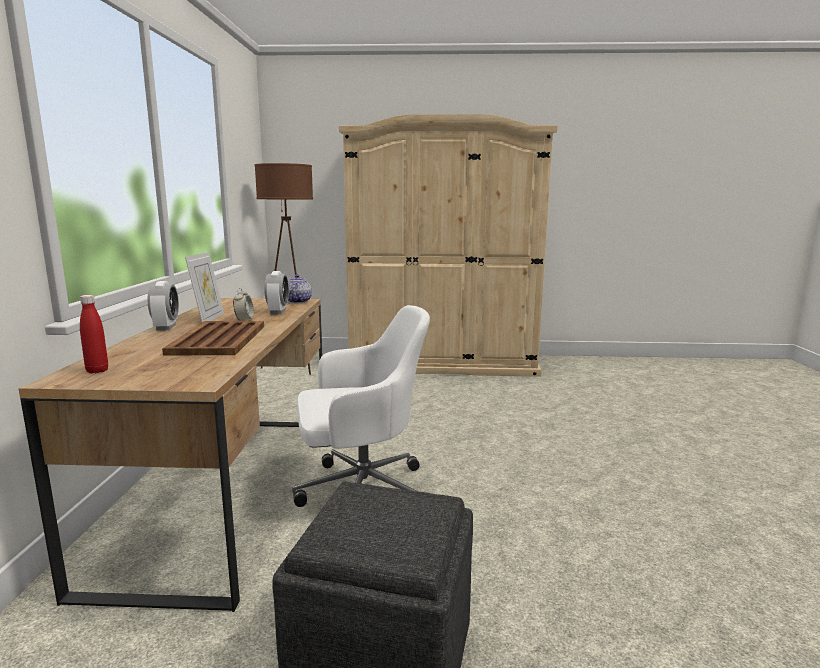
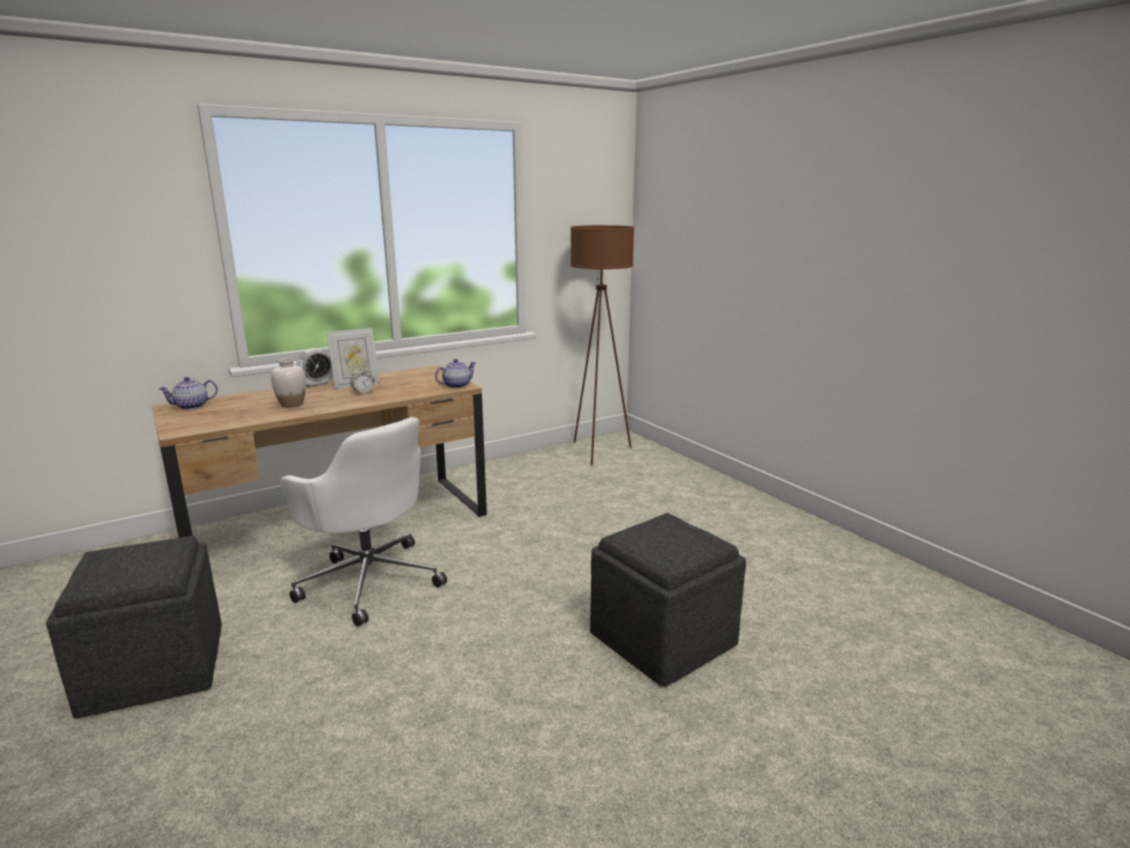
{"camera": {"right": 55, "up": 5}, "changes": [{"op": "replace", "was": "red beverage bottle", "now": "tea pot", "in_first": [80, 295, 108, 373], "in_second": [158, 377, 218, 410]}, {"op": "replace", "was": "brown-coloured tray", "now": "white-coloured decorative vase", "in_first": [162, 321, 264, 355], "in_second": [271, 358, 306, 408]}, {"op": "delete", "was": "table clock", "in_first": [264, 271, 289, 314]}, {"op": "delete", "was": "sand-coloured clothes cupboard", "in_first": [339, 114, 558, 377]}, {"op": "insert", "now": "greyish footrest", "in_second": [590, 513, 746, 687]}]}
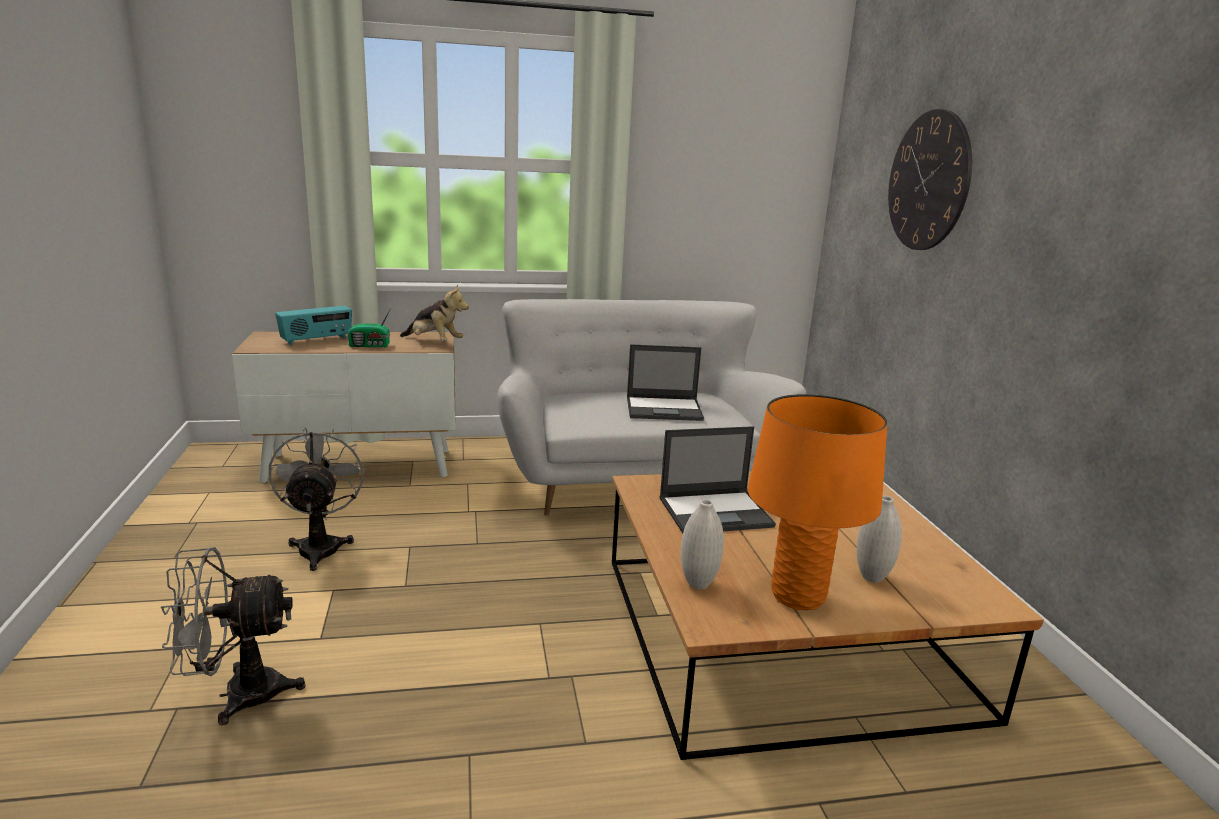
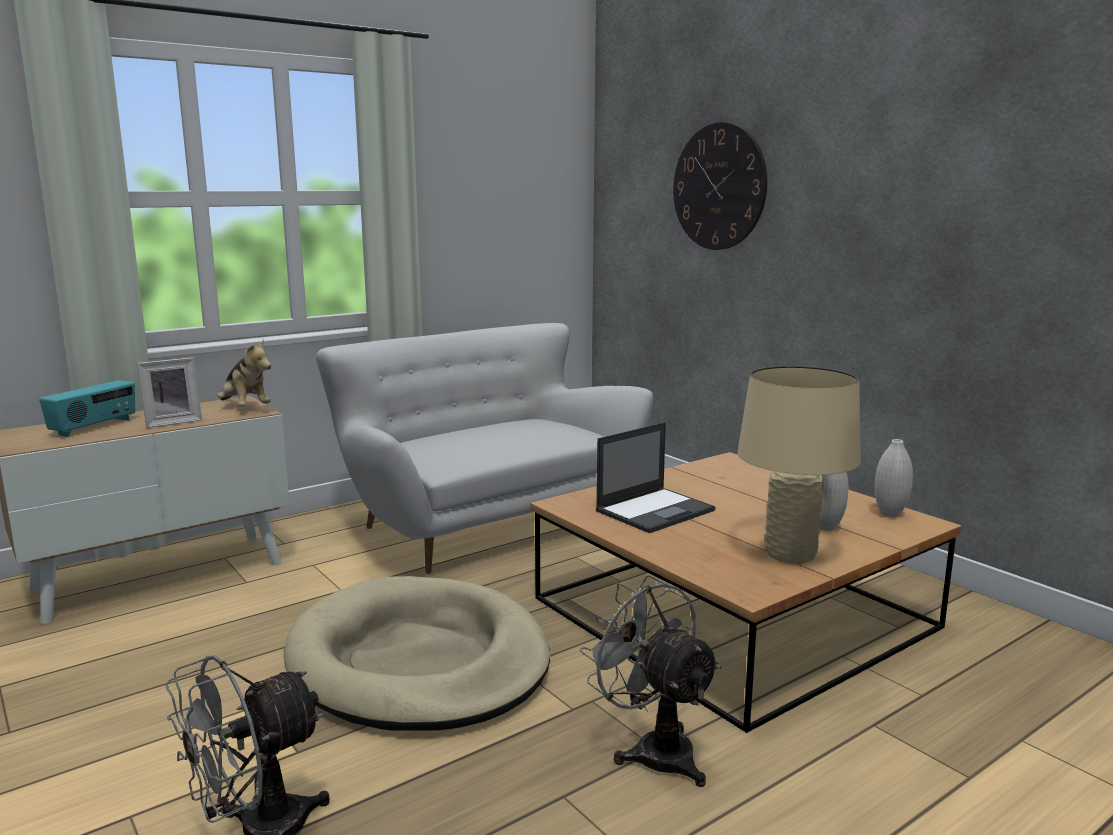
{"camera": {"right": -25, "up": -5}, "changes": [{"op": "move", "was": "greyish electric fan", "in_first": [269, 428, 365, 571], "in_second": [580, 575, 721, 787]}, {"op": "replace", "was": "radio receiver", "now": "picture frame", "in_first": [348, 308, 391, 347], "in_second": [137, 357, 202, 428]}, {"op": "rotate", "was": "plush toy", "in_first": [400, 284, 469, 341], "in_second": [217, 340, 271, 406], "clockwise": 45}, {"op": "delete", "was": "portable computer", "in_first": [627, 344, 704, 421]}, {"op": "move", "was": "white-coloured decorative vase", "in_first": [681, 499, 724, 589], "in_second": [875, 439, 913, 517]}, {"op": "recolor", "was": "orangey lamp for a table", "now": "sand-coloured lamp for a table", "in_first": [748, 394, 887, 610], "in_second": [737, 366, 861, 564]}, {"op": "insert", "now": "sand-coloured dog cushion", "in_second": [284, 576, 550, 731]}]}
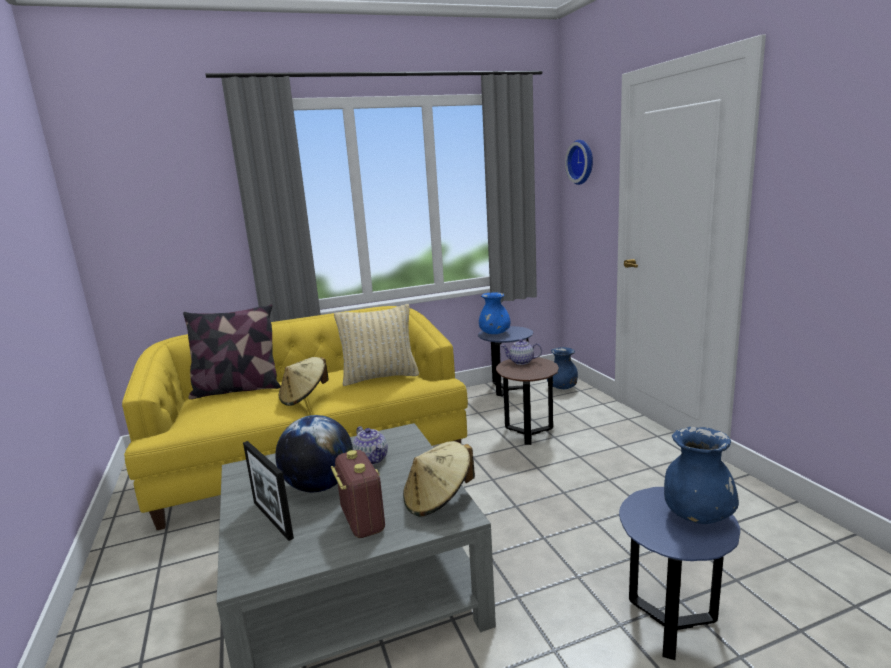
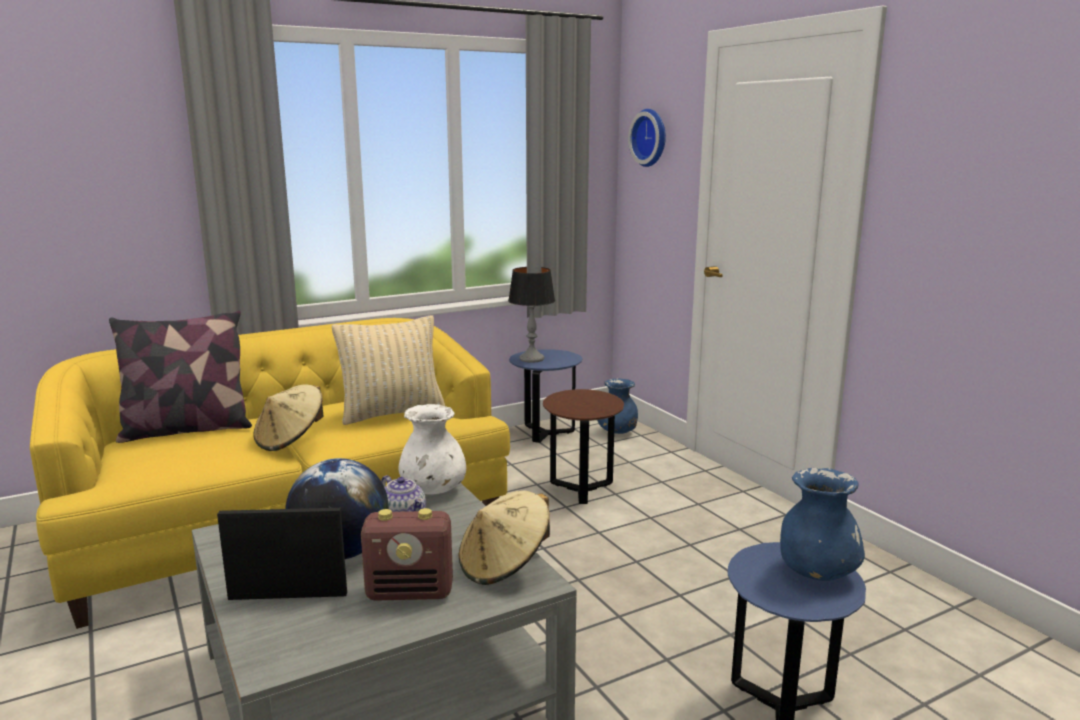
{"camera": {"right": -10, "up": 0}, "changes": [{"op": "rotate", "was": "picture frame", "in_first": [243, 441, 294, 541], "in_second": [217, 508, 347, 600], "clockwise": 135}, {"op": "rotate", "was": "radio receiver", "in_first": [331, 450, 385, 538], "in_second": [361, 508, 453, 601], "clockwise": 120}, {"op": "replace", "was": "bluish decorative vase", "now": "lamp for a table", "in_first": [479, 292, 510, 334], "in_second": [508, 267, 555, 363]}, {"op": "delete", "was": "tea pot", "in_first": [501, 339, 542, 365]}, {"op": "insert", "now": "white-coloured decorative vase", "in_second": [398, 404, 466, 495]}]}
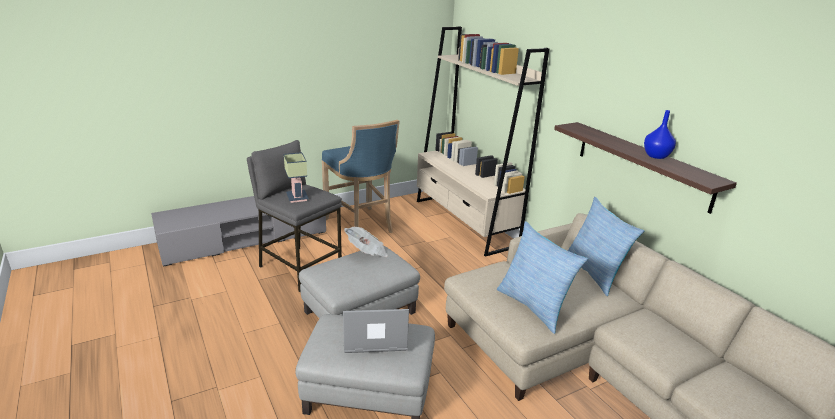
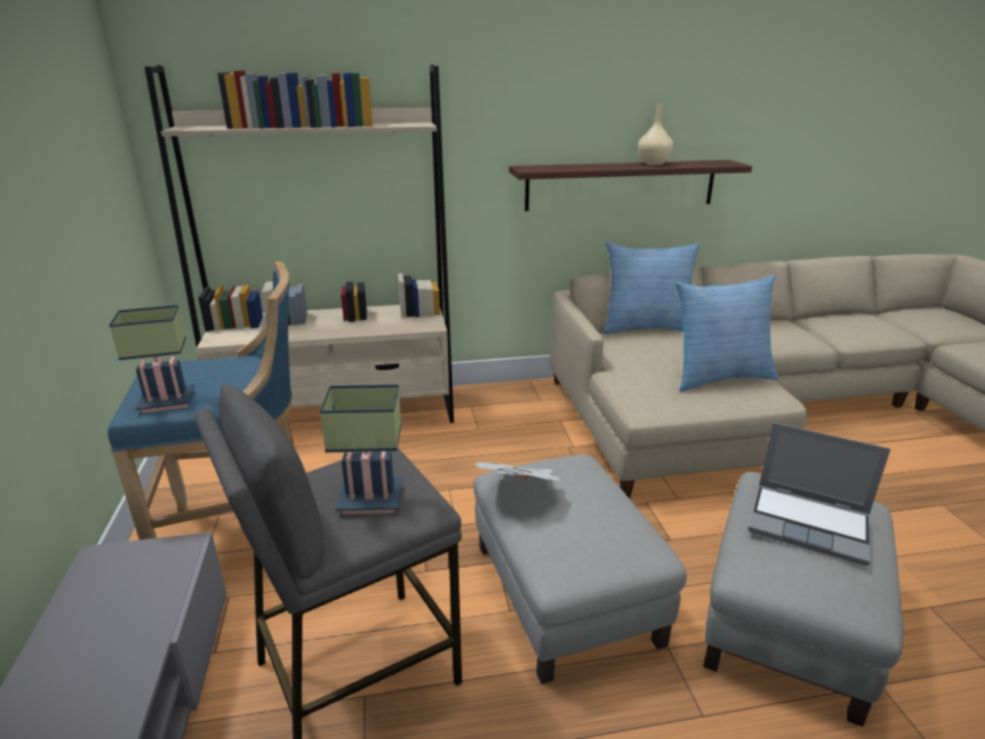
{"camera": {"right": -70, "up": 0}, "changes": [{"op": "rotate", "was": "portable computer", "in_first": [343, 309, 409, 353], "in_second": [748, 422, 891, 566], "clockwise": -75}, {"op": "recolor", "was": "bluish decorative vase", "now": "sand-coloured decorative vase", "in_first": [644, 110, 676, 159], "in_second": [638, 104, 673, 165]}, {"op": "insert", "now": "lamp for a table", "in_second": [109, 305, 194, 413]}]}
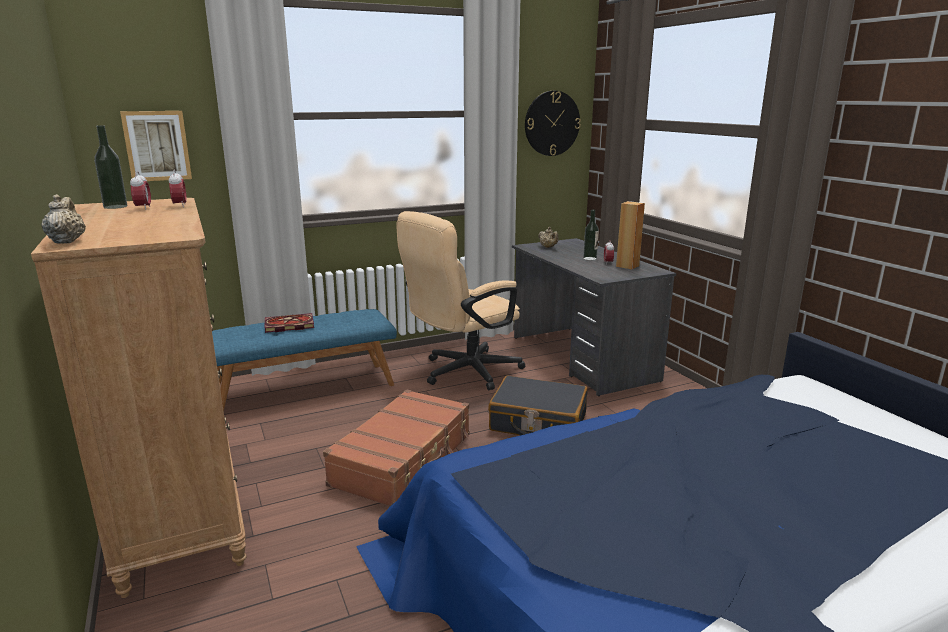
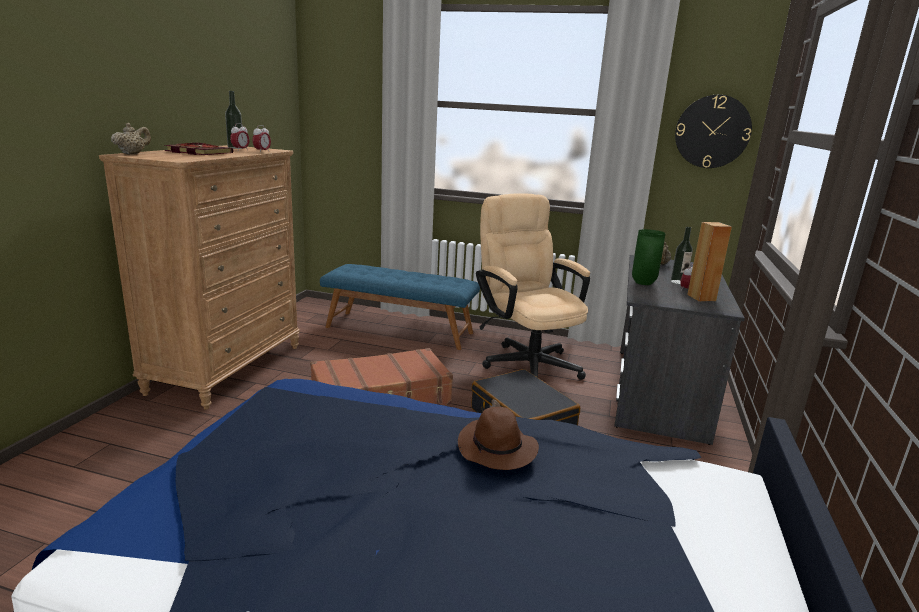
{"camera": {"right": 40, "up": 0}, "changes": [{"op": "delete", "was": "wall art", "in_first": [120, 111, 192, 181]}, {"op": "move", "was": "book", "in_first": [265, 313, 314, 333], "in_second": [165, 143, 233, 155]}, {"op": "rotate", "was": "sand-coloured office chair", "in_first": [396, 211, 525, 390], "in_second": [476, 193, 590, 380], "clockwise": 60}, {"op": "insert", "now": "brown-coloured wearable hat", "in_second": [458, 407, 539, 470]}, {"op": "insert", "now": "greenish decorative vase", "in_second": [632, 229, 666, 285]}]}
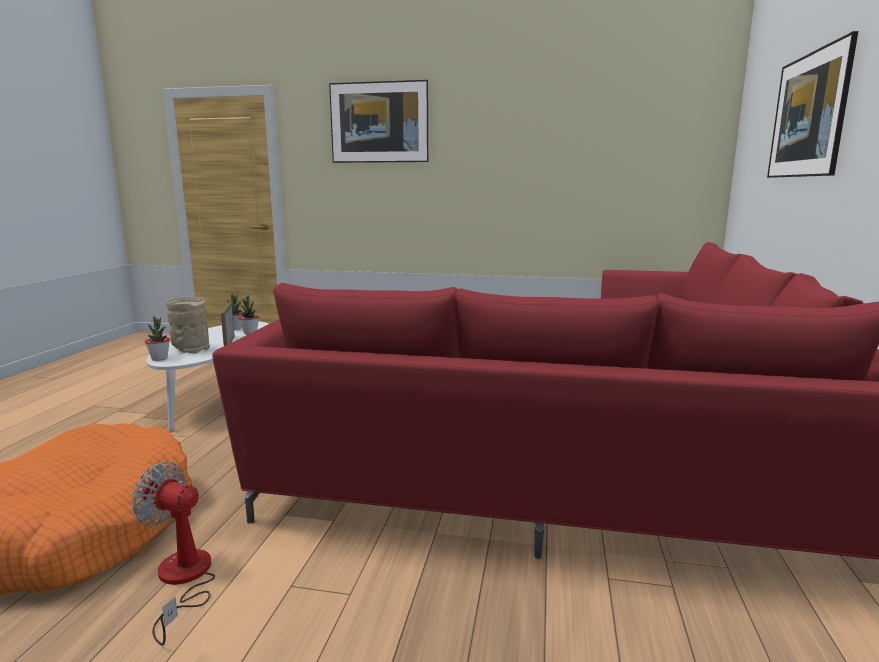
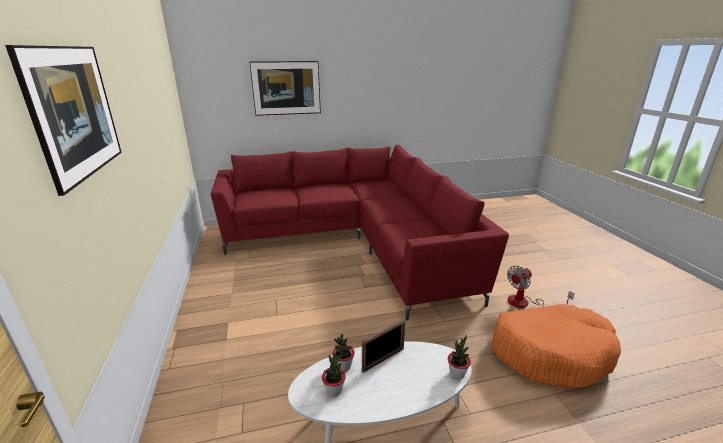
{"camera": {"right": -115, "up": 10}, "changes": [{"op": "rotate", "was": "electric fan", "in_first": [132, 462, 215, 646], "in_second": [507, 266, 574, 308], "clockwise": 60}, {"op": "delete", "was": "sand-coloured decorative vase", "in_first": [166, 297, 210, 354]}]}
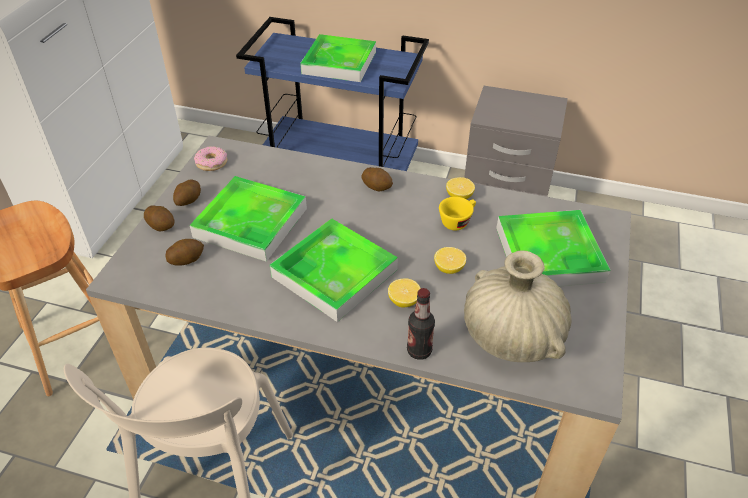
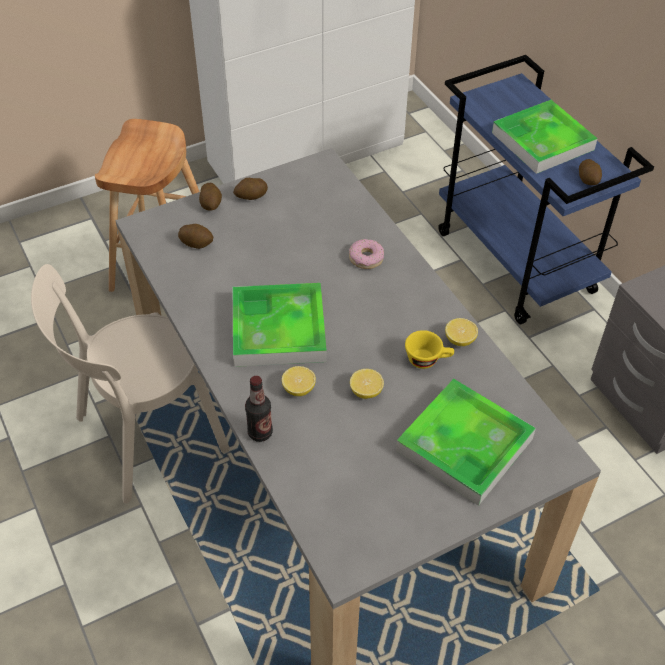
{"camera": {"right": 45, "up": 5}, "changes": [{"op": "delete", "was": "tray", "in_first": [190, 176, 307, 262]}, {"op": "move", "was": "ring doughnut", "in_first": [194, 146, 228, 171], "in_second": [349, 239, 384, 269]}, {"op": "move", "was": "spud", "in_first": [362, 167, 393, 191], "in_second": [579, 159, 602, 185]}, {"op": "delete", "was": "sand-coloured decorative vase", "in_first": [464, 250, 572, 362]}]}
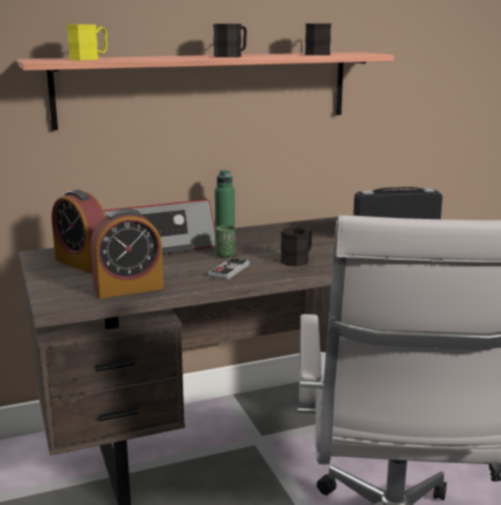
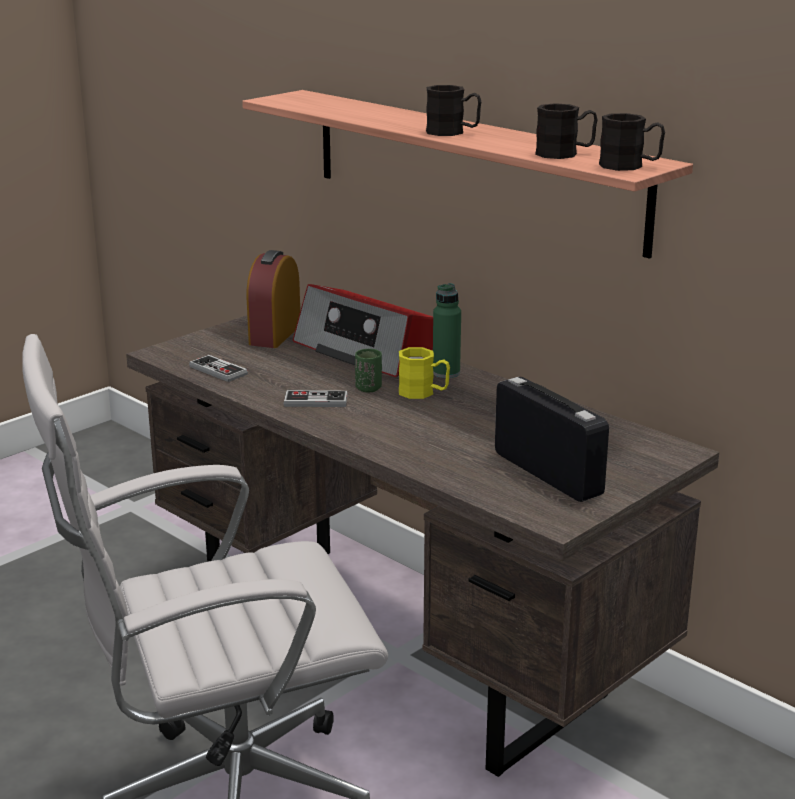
{"camera": {"right": 65, "up": 5}, "changes": [{"op": "move", "was": "yellow-coloured mug", "in_first": [66, 24, 107, 60], "in_second": [399, 347, 450, 399]}, {"op": "replace", "was": "table clock", "now": "game controller", "in_first": [90, 208, 164, 299], "in_second": [189, 355, 248, 382]}, {"op": "move", "was": "black-coloured mug", "in_first": [281, 227, 313, 266], "in_second": [599, 113, 665, 171]}]}
